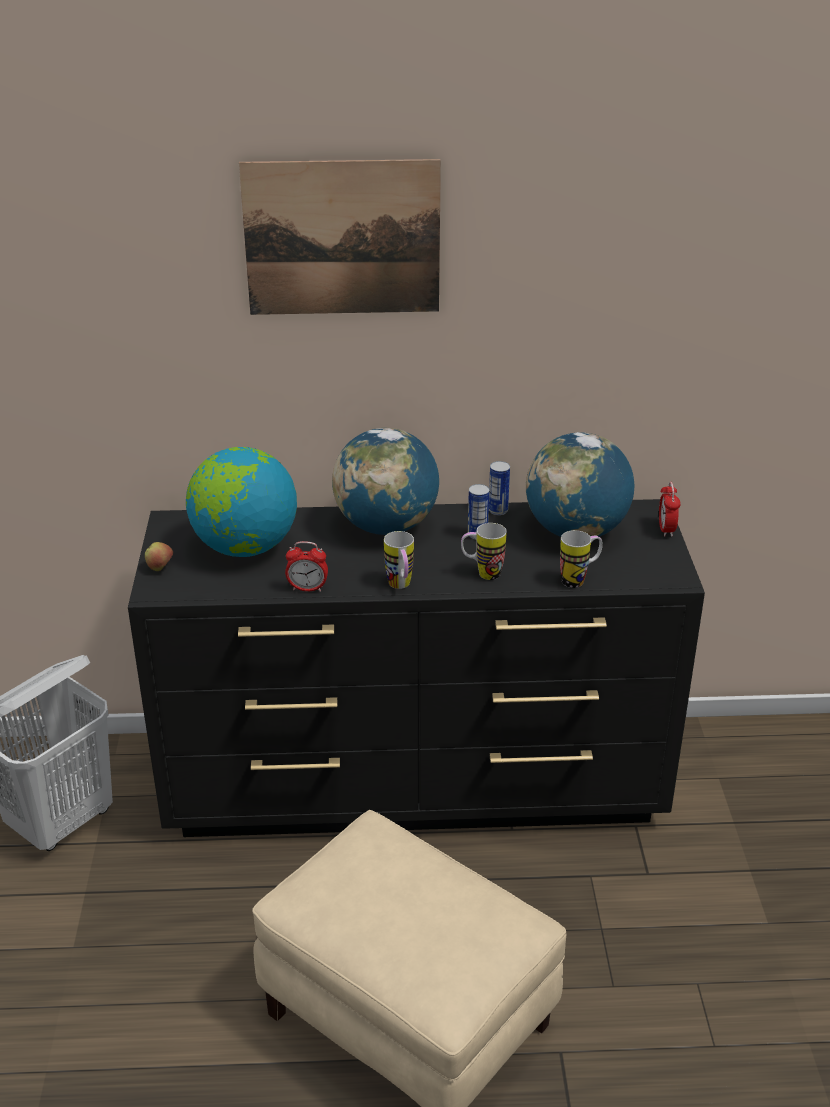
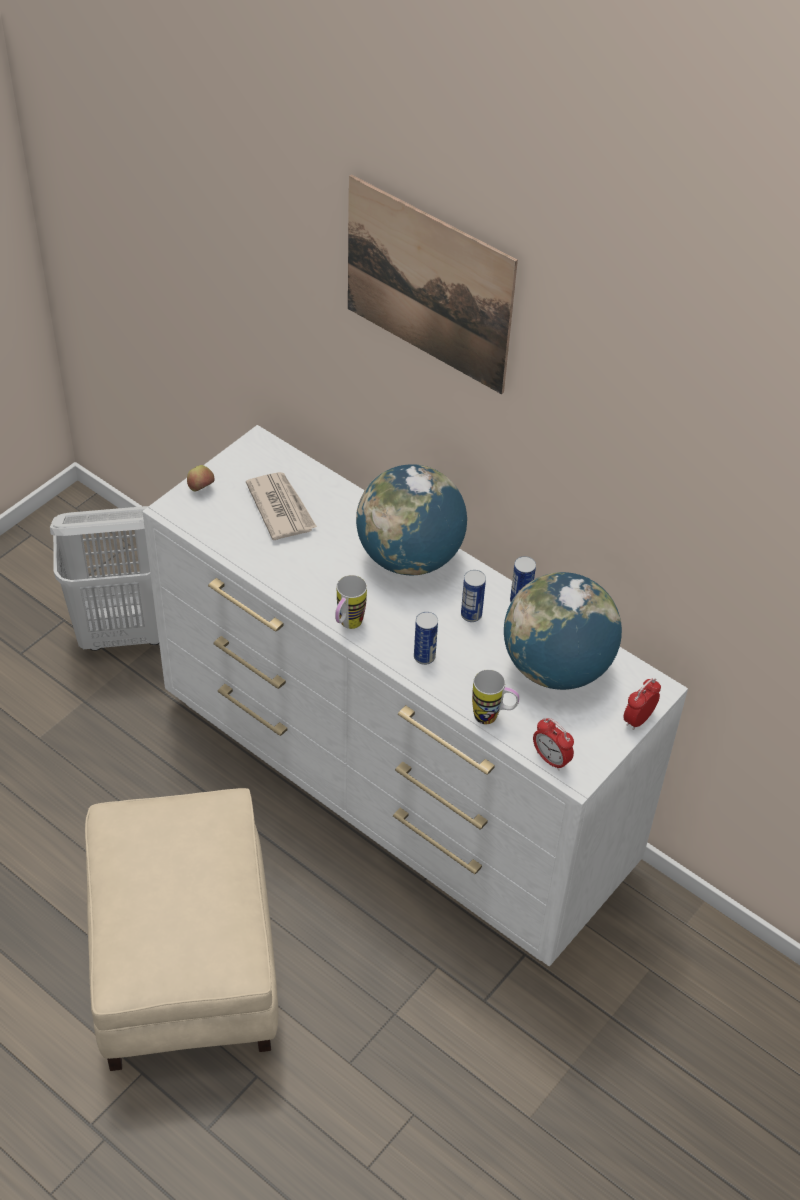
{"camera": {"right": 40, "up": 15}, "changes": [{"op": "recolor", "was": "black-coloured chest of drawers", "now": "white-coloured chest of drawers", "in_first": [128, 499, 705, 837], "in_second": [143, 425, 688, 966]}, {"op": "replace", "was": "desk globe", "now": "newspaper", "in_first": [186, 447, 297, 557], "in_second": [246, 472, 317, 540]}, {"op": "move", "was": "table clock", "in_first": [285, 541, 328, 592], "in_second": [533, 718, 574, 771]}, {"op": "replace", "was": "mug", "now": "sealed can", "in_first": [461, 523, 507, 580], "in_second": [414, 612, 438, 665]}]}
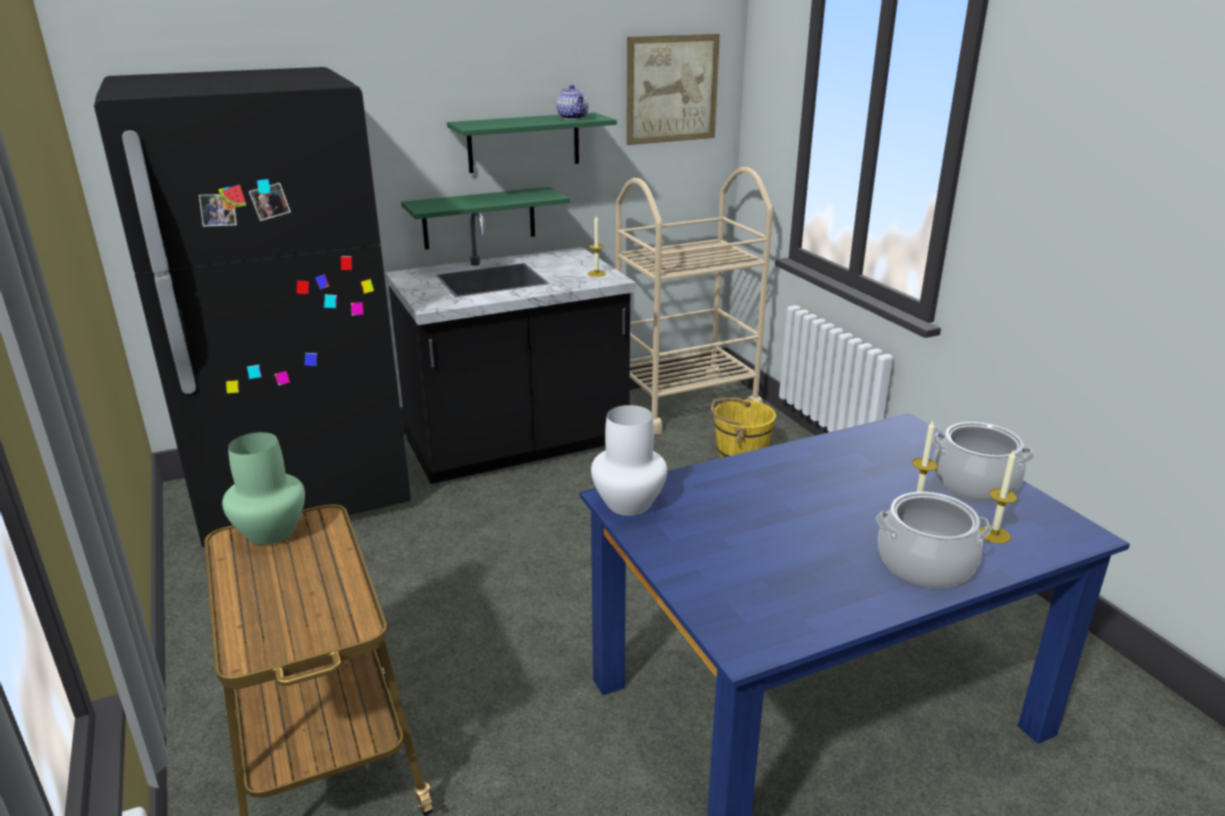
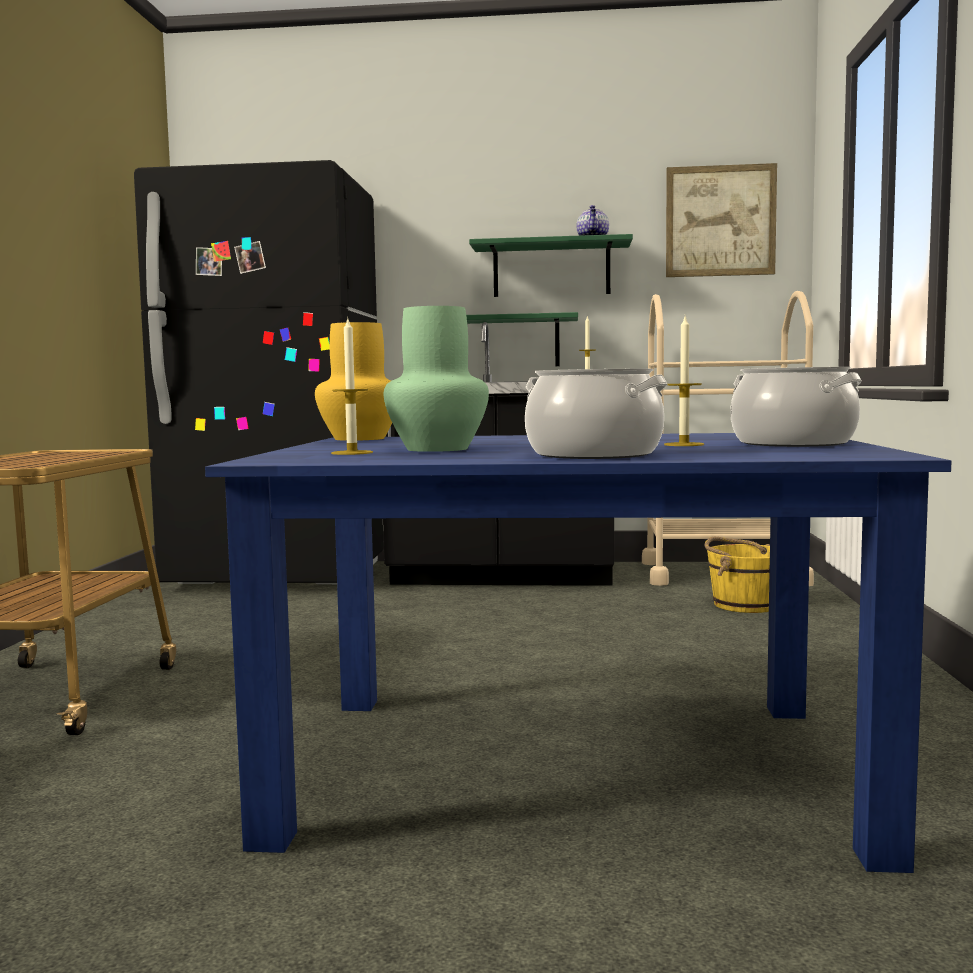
{"camera": {"right": 30, "up": -20}, "changes": [{"op": "move", "was": "greenish decorative vase", "in_first": [222, 432, 305, 545], "in_second": [384, 306, 489, 452]}, {"op": "recolor", "was": "white-coloured decorative vase", "now": "yellow-coloured decorative vase", "in_first": [591, 405, 667, 516], "in_second": [315, 322, 392, 441]}, {"op": "move", "was": "wax light", "in_first": [979, 450, 1018, 544], "in_second": [331, 319, 373, 455]}]}
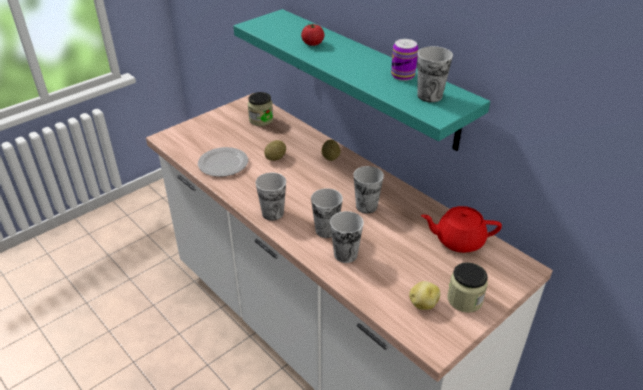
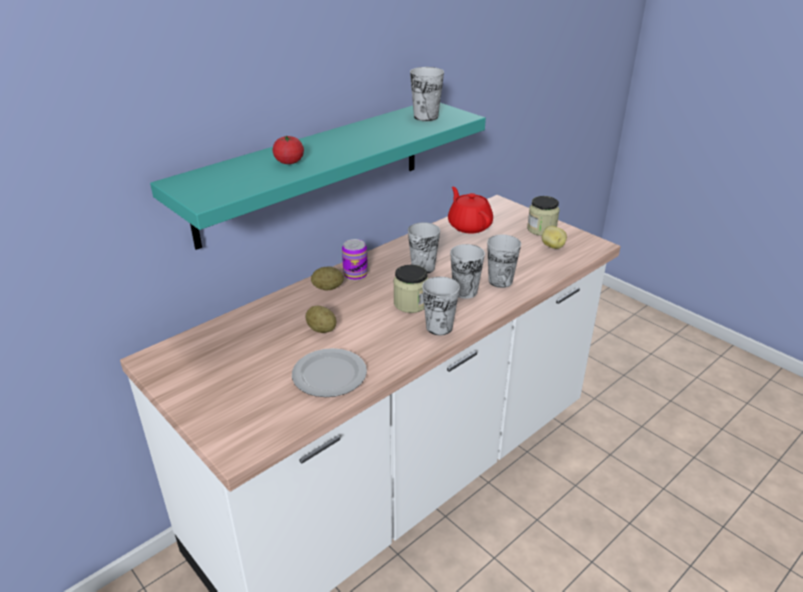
{"camera": {"right": -90, "up": -5}, "changes": [{"op": "move", "was": "storage jar", "in_first": [248, 92, 273, 126], "in_second": [393, 265, 428, 313]}, {"op": "move", "was": "sealed can", "in_first": [391, 39, 418, 81], "in_second": [342, 239, 368, 280]}, {"op": "rotate", "was": "red tea pot", "in_first": [421, 206, 502, 253], "in_second": [448, 186, 493, 233], "clockwise": 150}]}
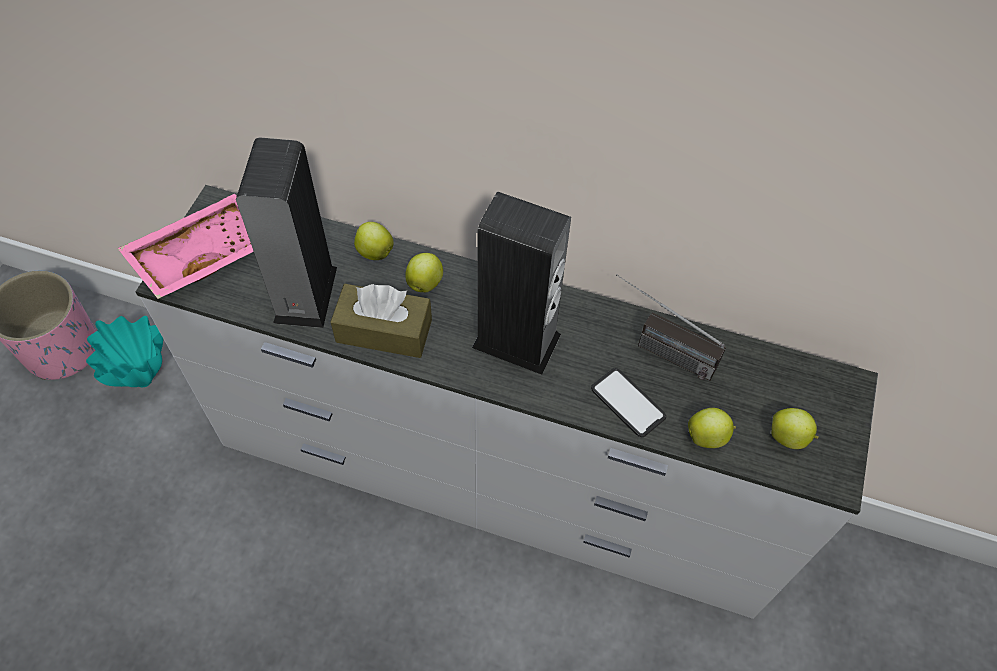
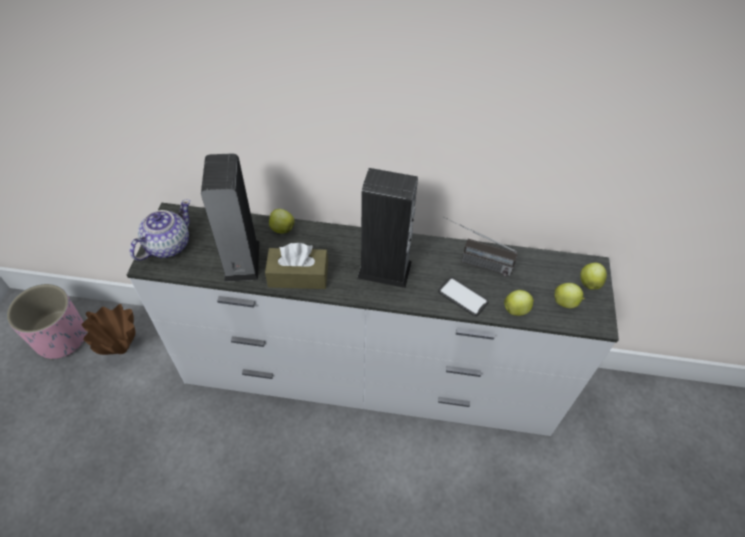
{"camera": {"right": -10, "up": -5}, "changes": [{"op": "recolor", "was": "turquoise-coloured decorative vase", "now": "brown-coloured decorative vase", "in_first": [86, 316, 163, 387], "in_second": [82, 304, 135, 355]}, {"op": "replace", "was": "pinkish tray", "now": "tea pot", "in_first": [117, 194, 253, 299], "in_second": [130, 199, 190, 261]}, {"op": "move", "was": "whole apple", "in_first": [405, 253, 443, 292], "in_second": [580, 263, 607, 290]}]}
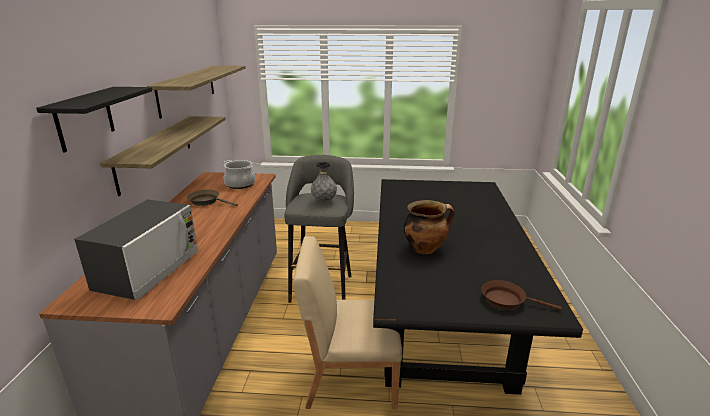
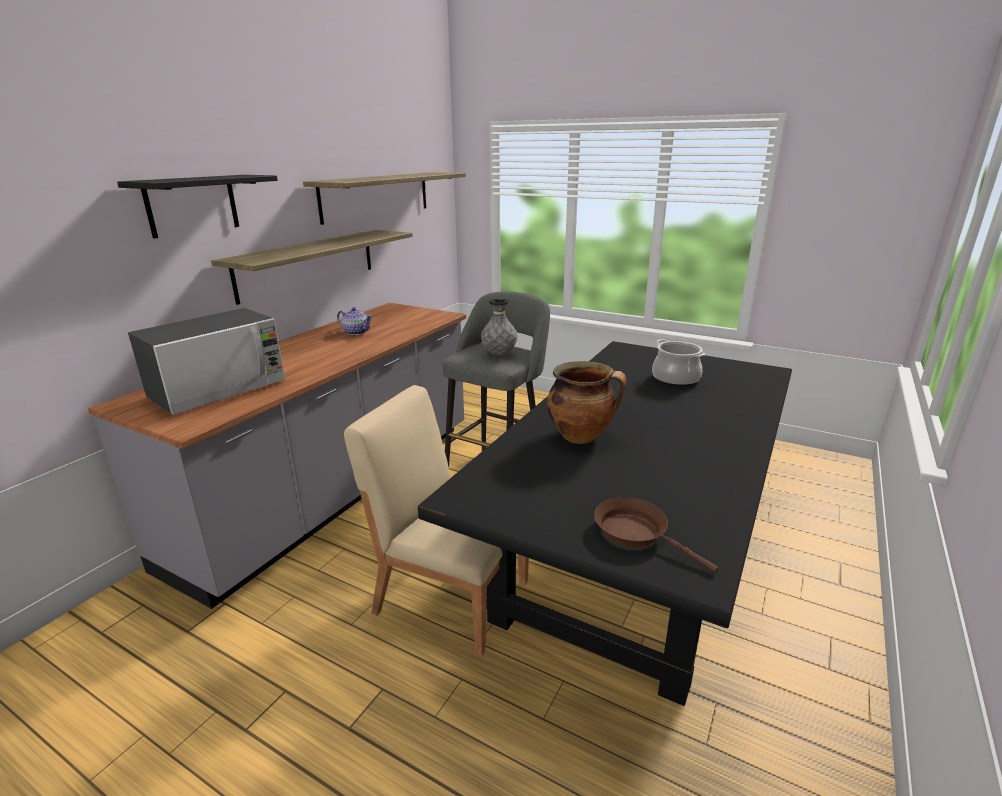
{"camera": {"right": 25, "up": 0}, "changes": [{"op": "replace", "was": "brown-coloured pan", "now": "tea pot", "in_first": [187, 190, 238, 206], "in_second": [337, 307, 372, 335]}, {"op": "move", "was": "stockpot", "in_first": [223, 160, 255, 189], "in_second": [652, 339, 706, 386]}]}
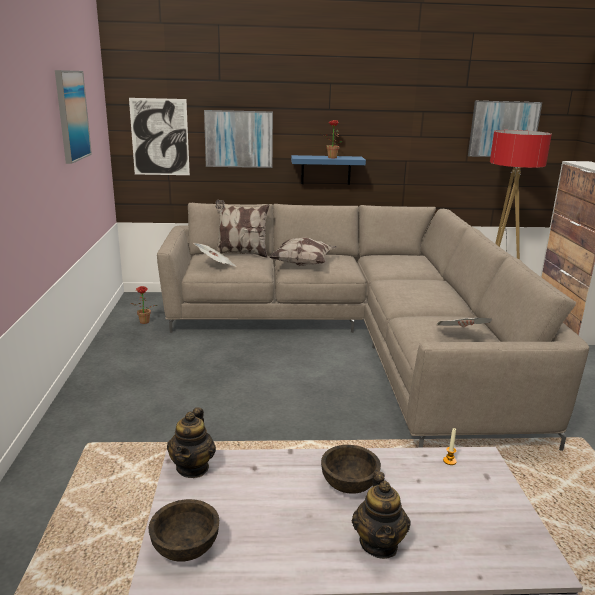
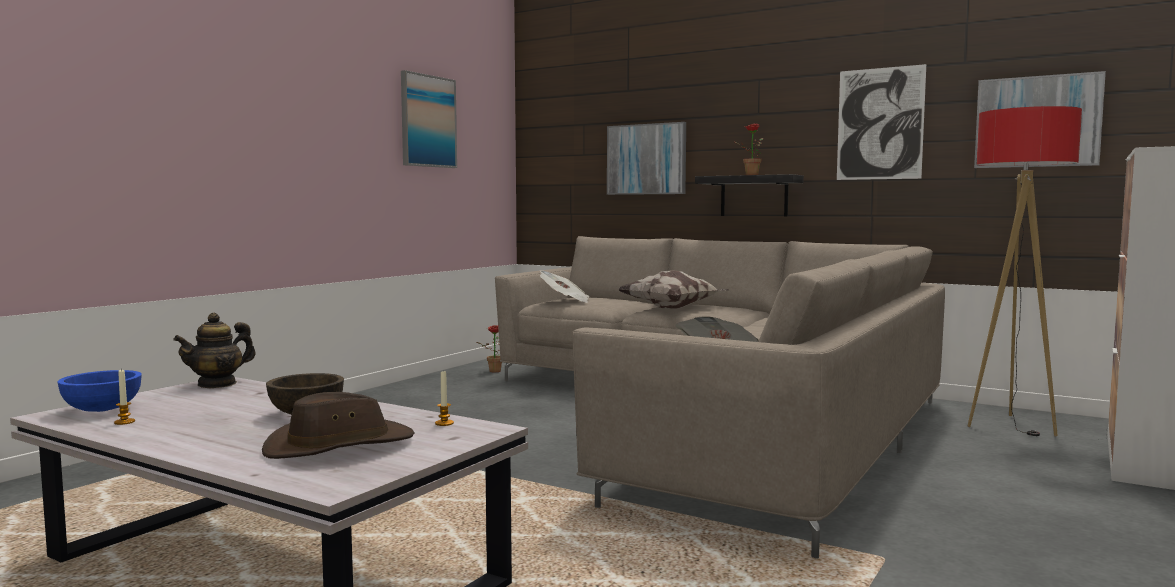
{"camera": {"right": 35, "up": -15}, "changes": [{"op": "move", "was": "wall art", "in_first": [129, 98, 190, 175], "in_second": [837, 64, 926, 180]}, {"op": "recolor", "was": "brown-coloured deep dish", "now": "bluish deep dish", "in_first": [149, 499, 219, 562], "in_second": [57, 370, 142, 412]}, {"op": "delete", "was": "cushion", "in_first": [215, 200, 270, 258]}, {"op": "recolor", "was": "bluish bracket shelf", "now": "black-coloured bracket shelf", "in_first": [291, 155, 366, 185], "in_second": [695, 174, 804, 216]}, {"op": "delete", "was": "tea pot", "in_first": [352, 472, 411, 559]}, {"op": "insert", "now": "wax light", "in_second": [114, 368, 135, 425]}, {"op": "insert", "now": "brown-coloured wearable hat", "in_second": [262, 392, 415, 459]}]}
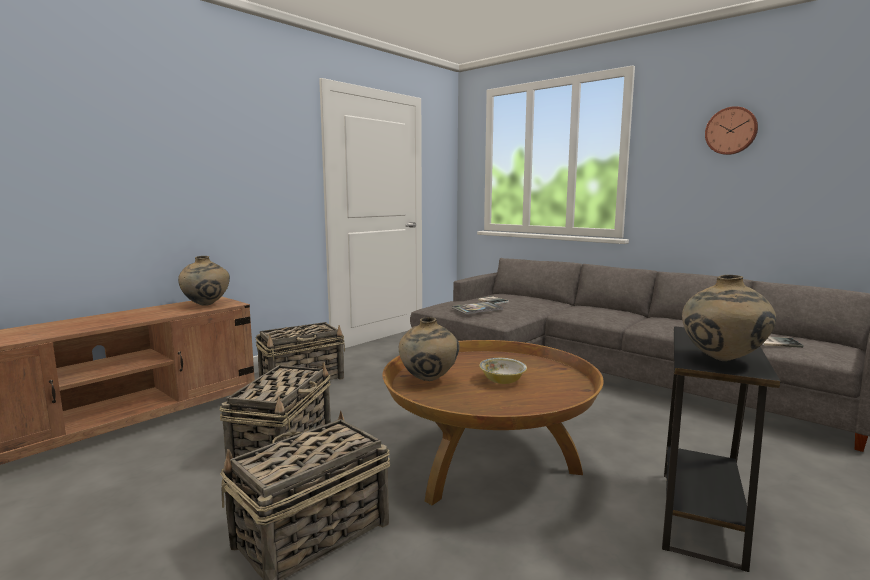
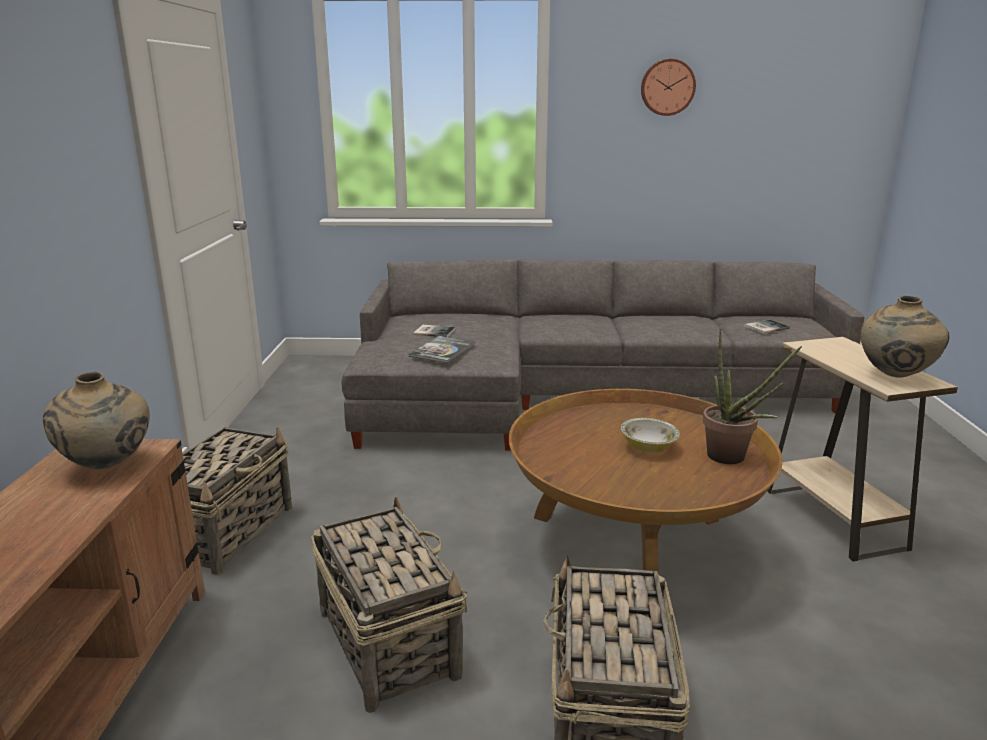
{"camera": {"right": -40, "up": 10}, "changes": [{"op": "delete", "was": "sand-coloured decorative vase", "in_first": [399, 317, 460, 381]}, {"op": "recolor", "was": "black-coloured accent table", "now": "sand-coloured accent table", "in_first": [662, 326, 780, 572], "in_second": [767, 337, 958, 562]}, {"op": "insert", "now": "plant in a pot", "in_second": [703, 328, 802, 464]}]}
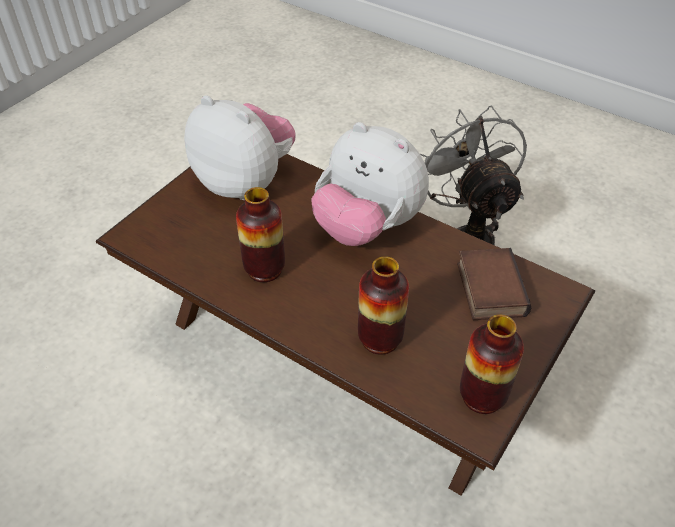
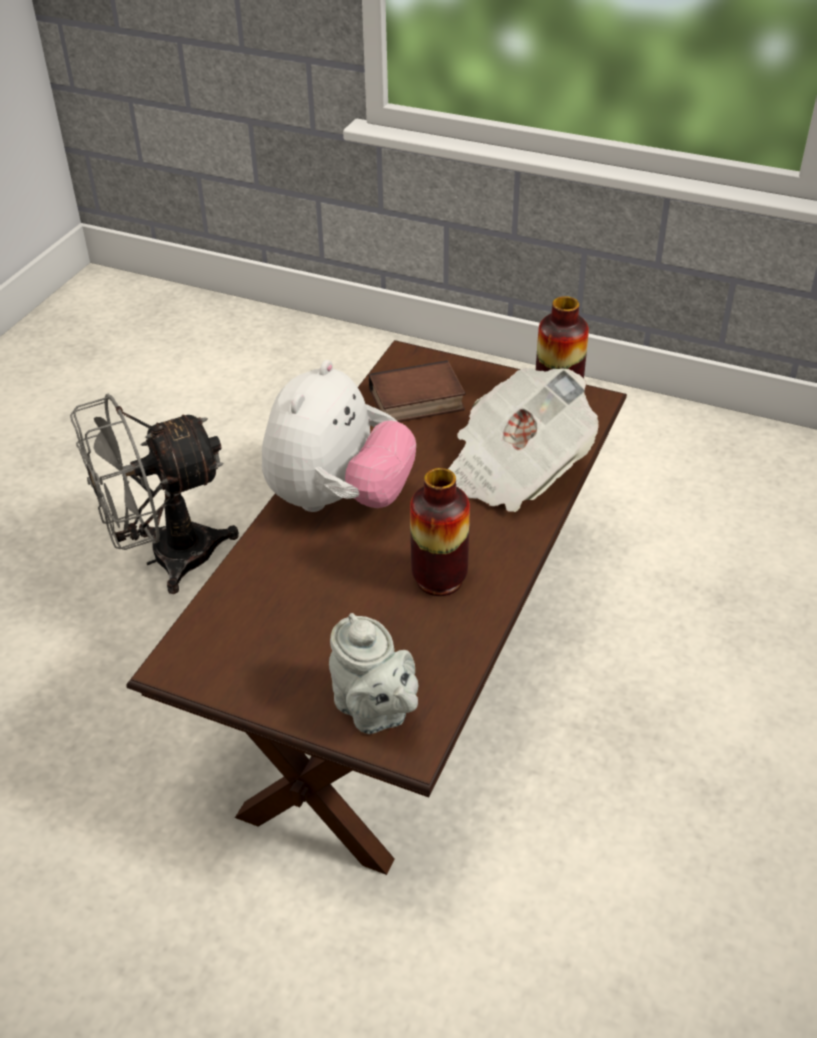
{"camera": {"right": -100, "up": -5}, "changes": [{"op": "delete", "was": "plush toy", "in_first": [184, 95, 296, 200]}, {"op": "replace", "was": "decorative vase", "now": "newspaper", "in_first": [358, 256, 409, 355], "in_second": [448, 368, 599, 512]}, {"op": "insert", "now": "greyish tea pot", "in_second": [329, 613, 418, 734]}]}
